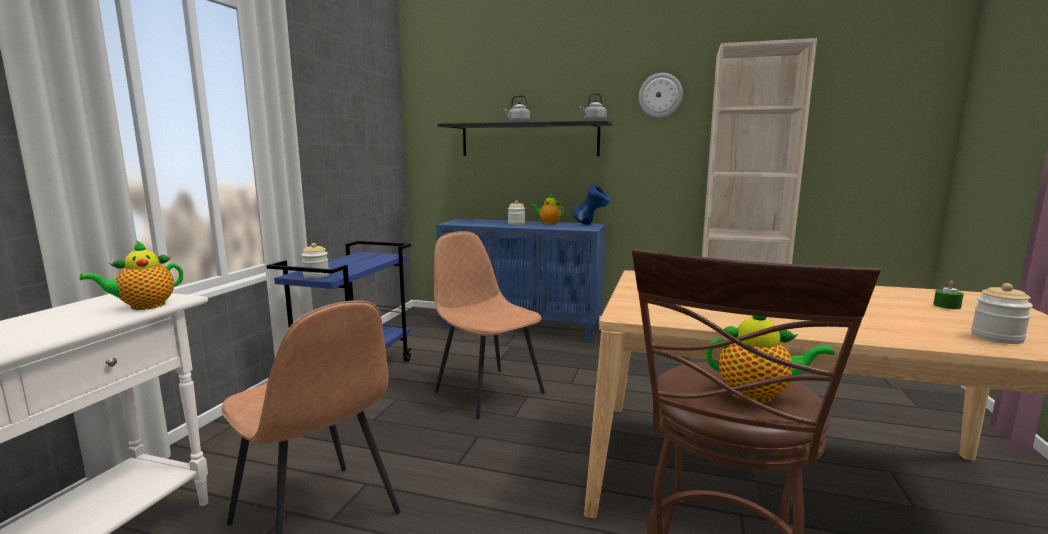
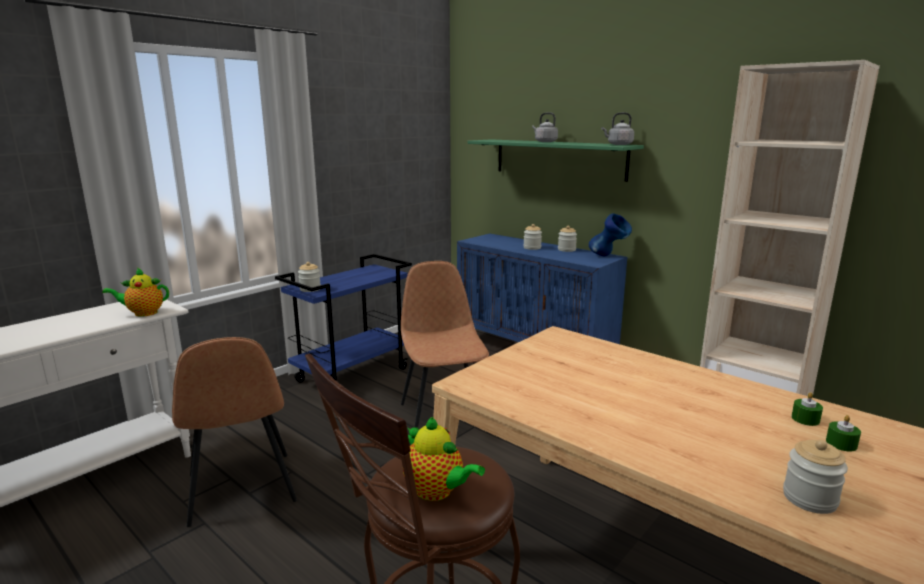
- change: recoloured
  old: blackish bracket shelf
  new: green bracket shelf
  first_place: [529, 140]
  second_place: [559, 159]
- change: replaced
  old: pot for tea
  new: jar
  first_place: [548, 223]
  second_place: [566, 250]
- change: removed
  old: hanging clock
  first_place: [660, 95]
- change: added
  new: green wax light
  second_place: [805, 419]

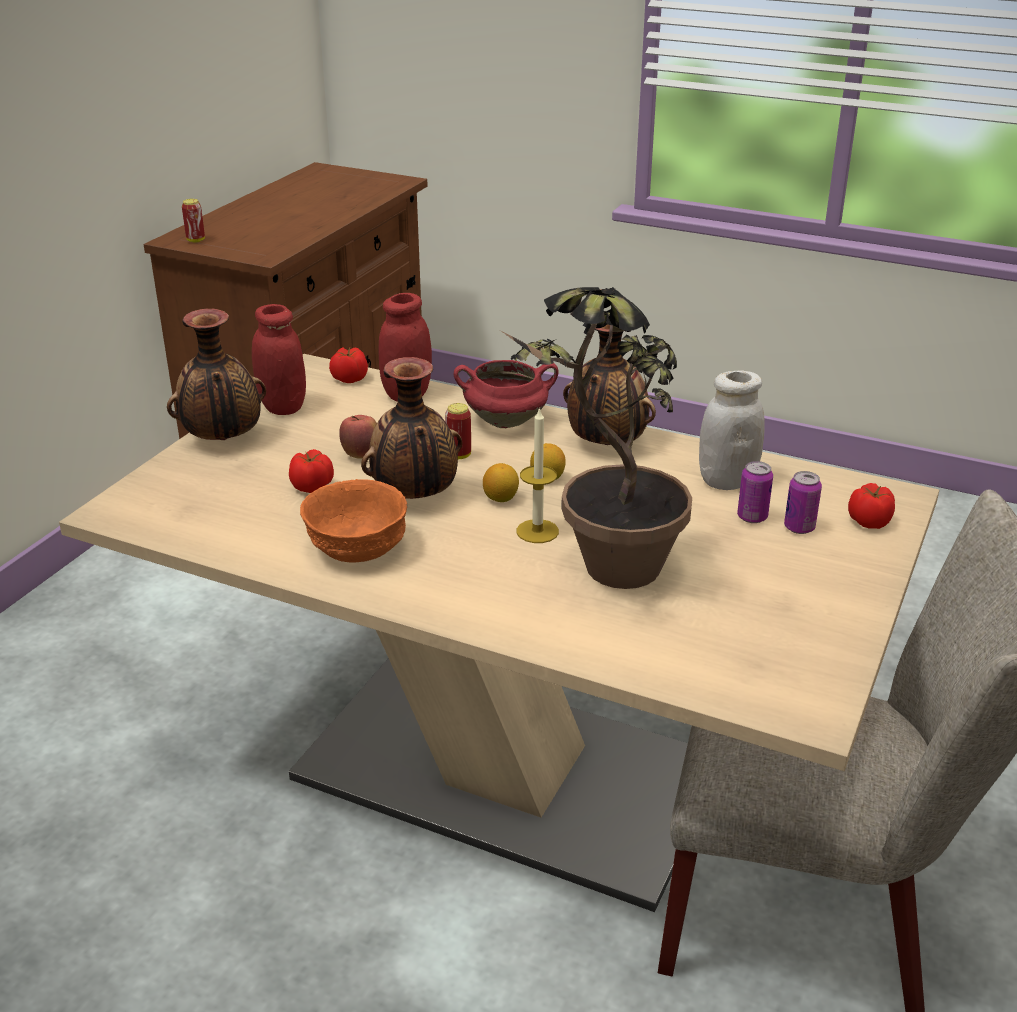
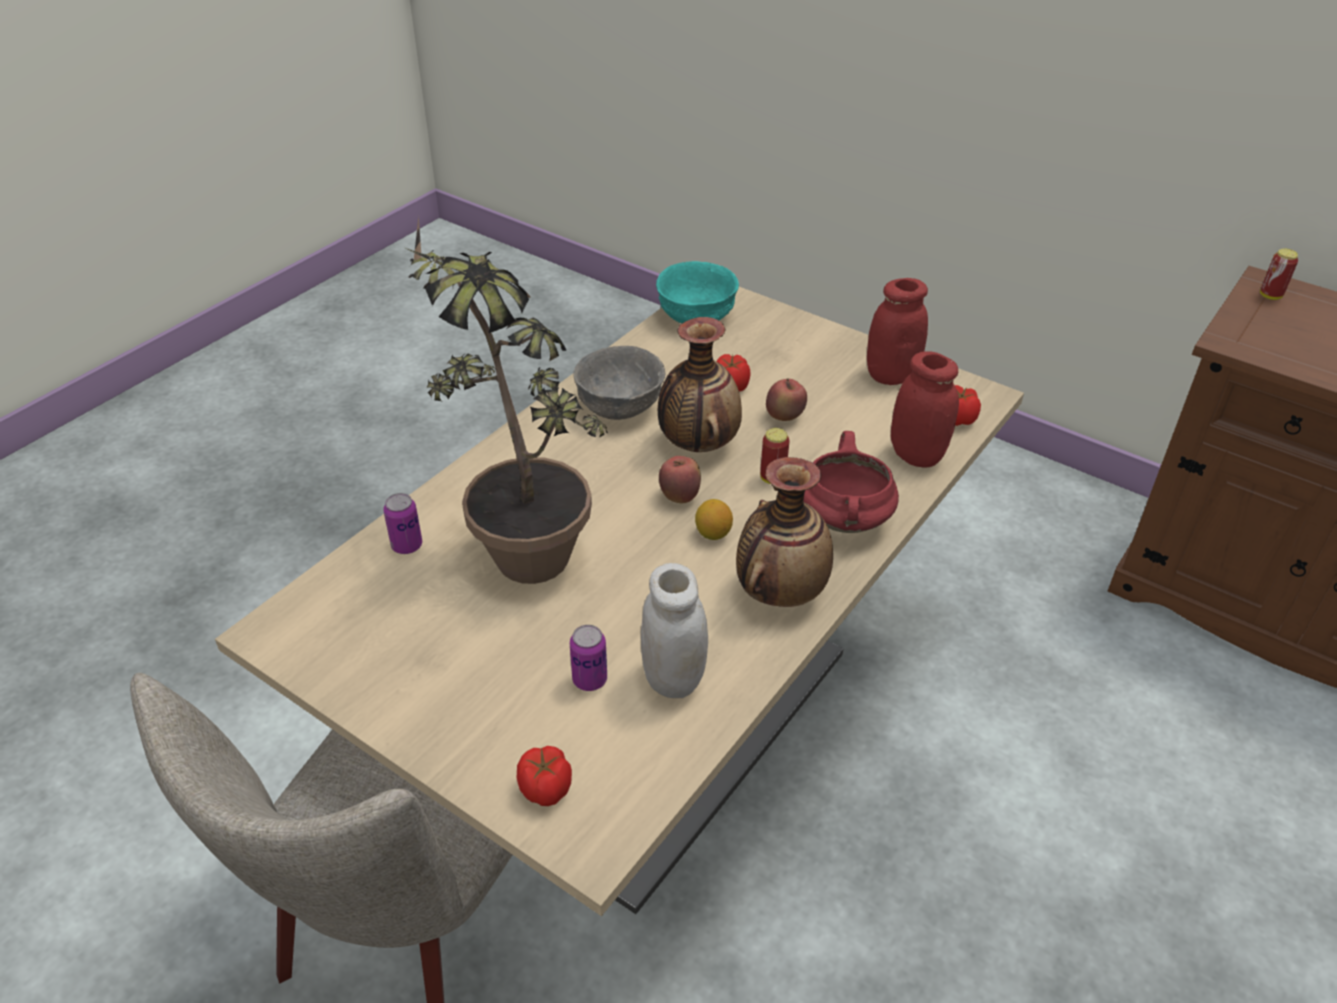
- change: removed
  old: flower vase
  first_place: [223, 439]
- change: recoloured
  old: orange-coloured deep dish
  new: gray deep dish
  first_place: [359, 548]
  second_place: [620, 407]
- change: replaced
  old: whole lemon
  new: whole apple
  first_place: [501, 498]
  second_place: [680, 496]
- change: removed
  old: wax light
  first_place: [537, 531]
- change: moved
  old: can
  first_place: [799, 527]
  second_place: [407, 545]
- change: added
  new: turquoise deep dish
  second_place: [697, 316]

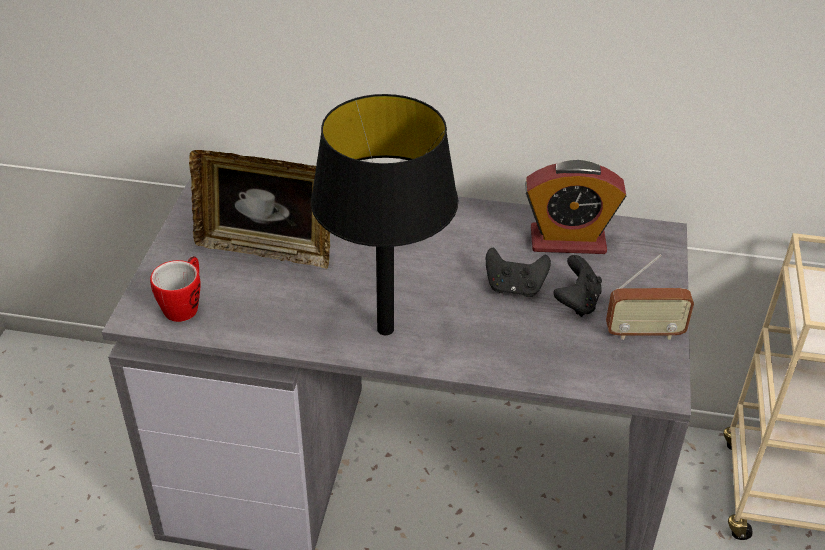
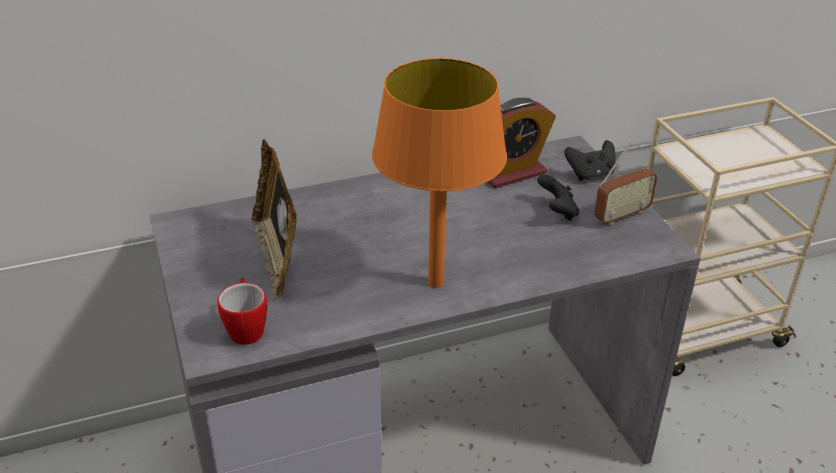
- change: turned
  old: standing frame
  first_place: [266, 248]
  second_place: [277, 258]
  degrees: 90
- change: recoloured
  old: blackish tabletop lamp
  new: orange-coloured tabletop lamp
  first_place: [385, 329]
  second_place: [435, 282]
- change: moved
  old: blackish game controller
  first_place: [514, 288]
  second_place: [590, 174]

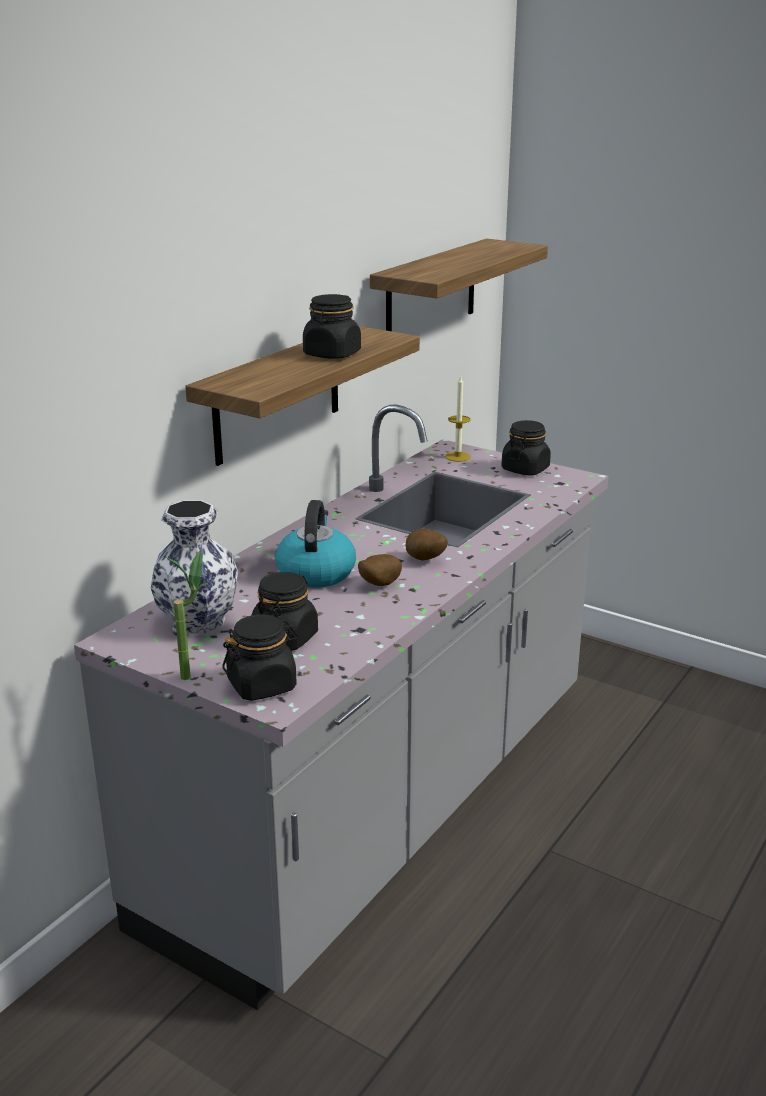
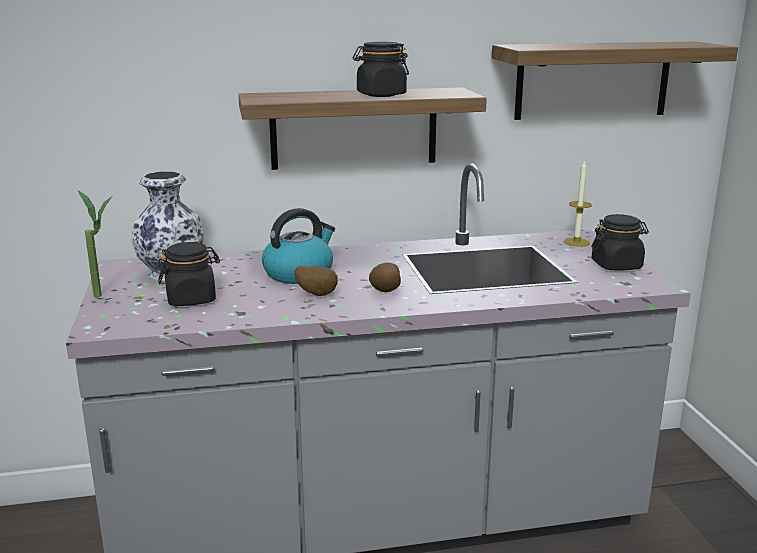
- change: removed
  old: blackish jar
  first_place: [262, 685]

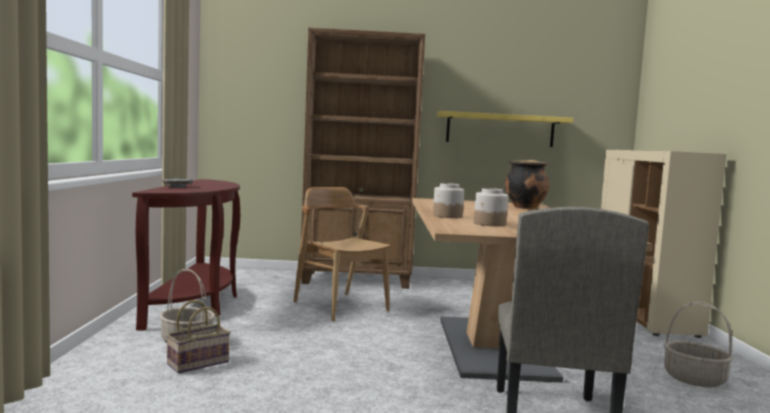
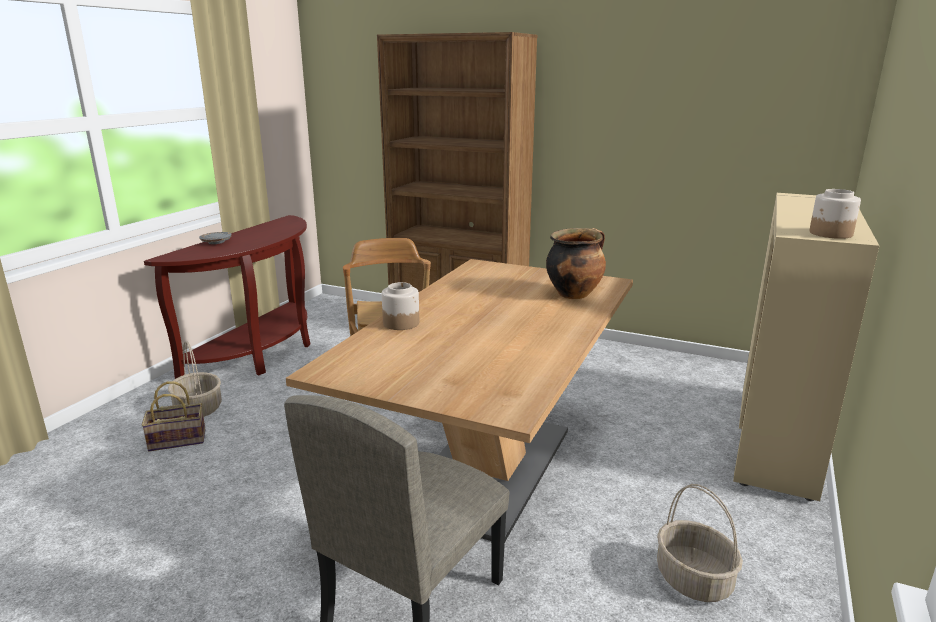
- change: removed
  old: yellow-coloured bracket shelf
  first_place: [500, 129]
- change: moved
  old: jar
  first_place: [489, 224]
  second_place: [830, 234]

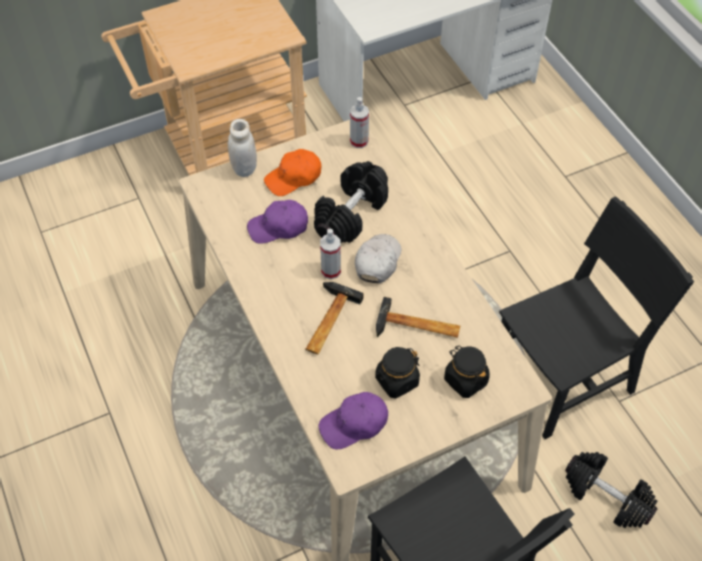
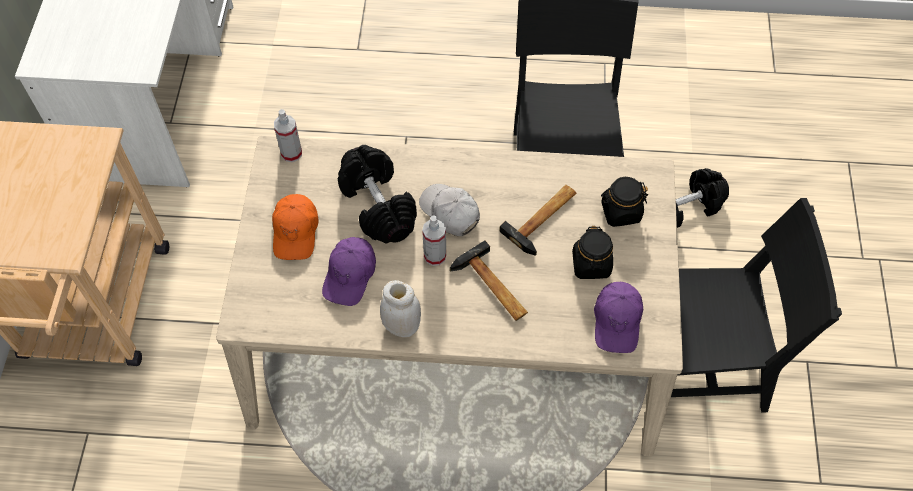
- change: moved
  old: whitish jar
  first_place: [244, 168]
  second_place: [401, 326]

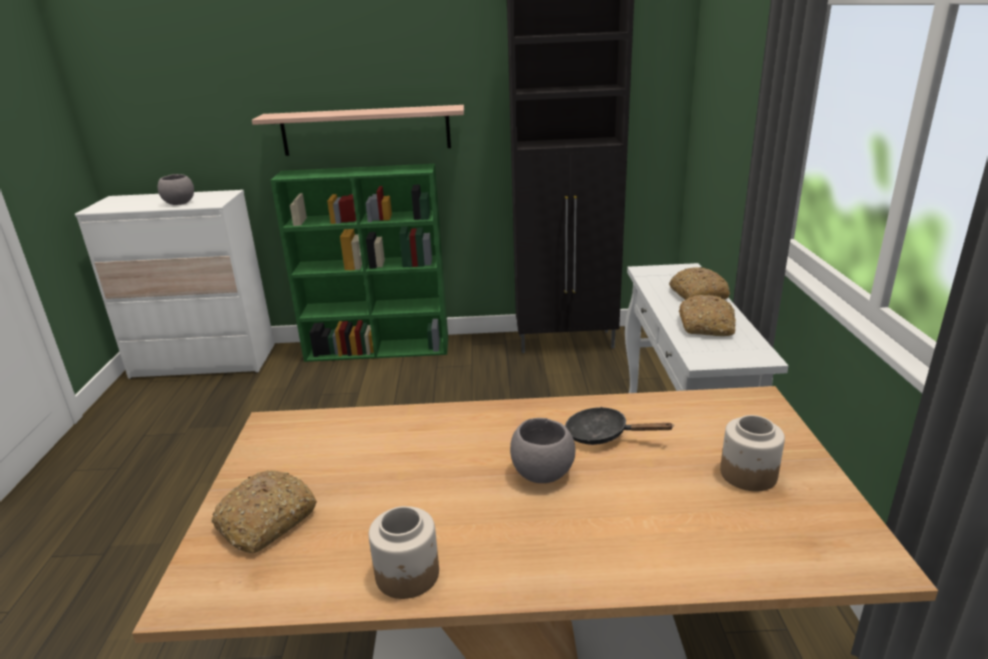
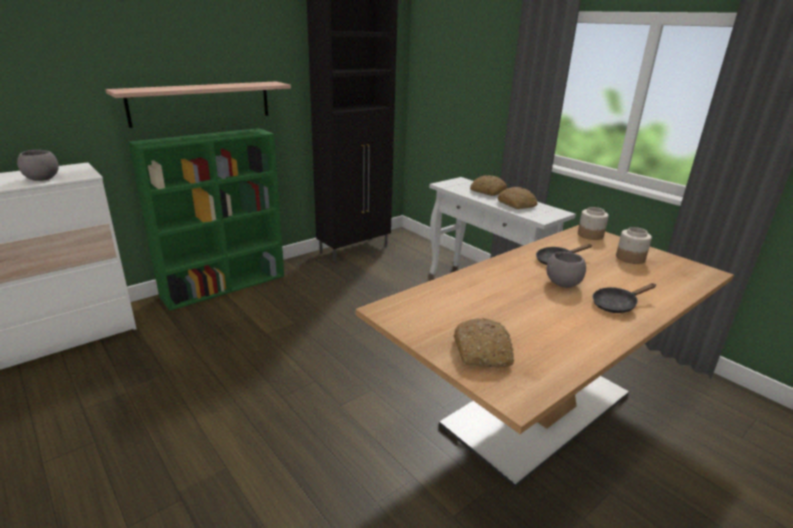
- change: moved
  old: jar
  first_place: [408, 575]
  second_place: [590, 235]
- change: added
  new: blackish frying pan
  second_place: [617, 305]

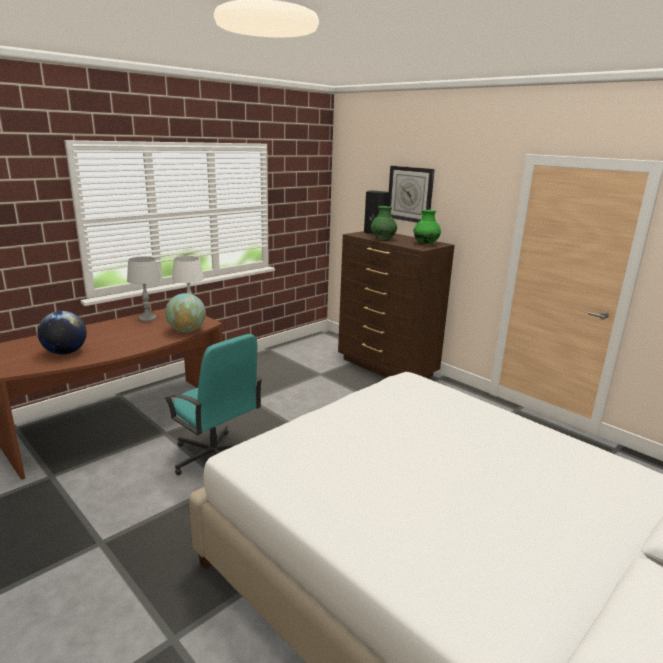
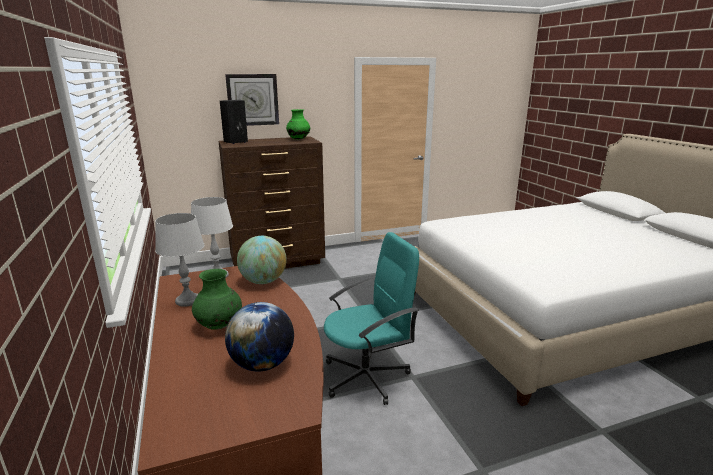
- change: moved
  old: green flower vase
  first_place: [383, 239]
  second_place: [219, 326]

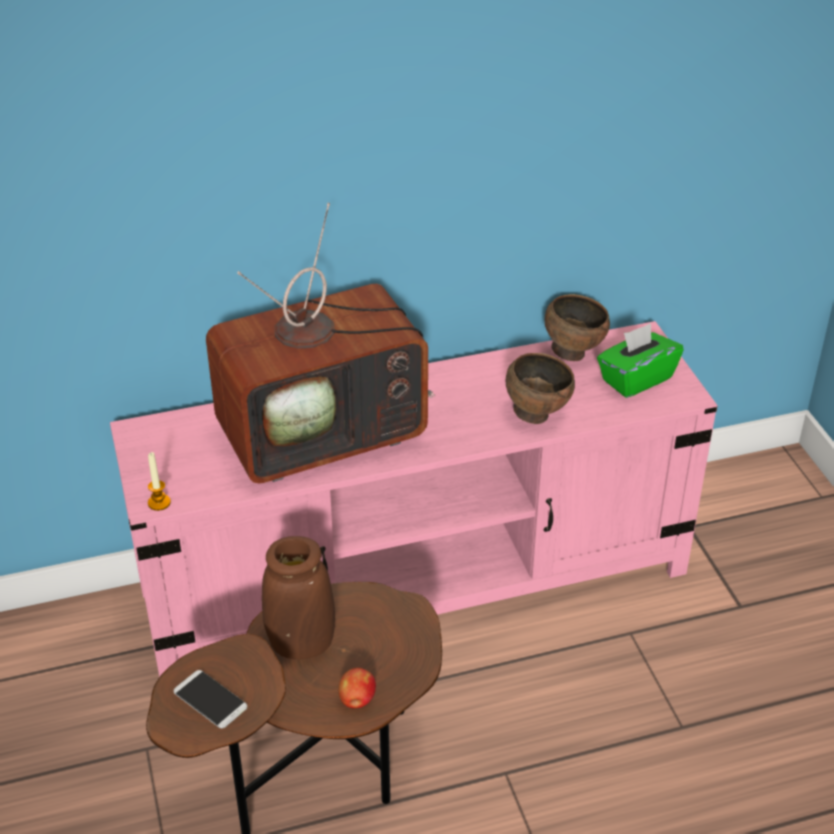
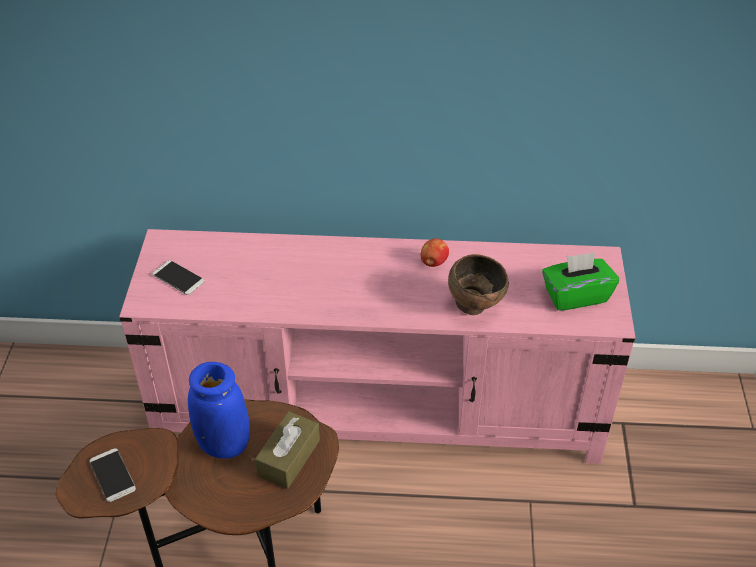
- change: removed
  old: wax light
  first_place: [159, 503]
- change: removed
  old: TV set
  first_place: [325, 431]
- change: recoloured
  old: brown-coloured flower vase
  new: blue-coloured flower vase
  first_place: [301, 644]
  second_place: [223, 444]
- change: moved
  old: whole apple
  first_place: [357, 700]
  second_place: [433, 262]
- change: removed
  old: brown-coloured deep dish
  first_place: [573, 352]
- change: added
  new: phone
  second_place: [178, 278]
- change: added
  new: brown-coloured tissue holder
  second_place: [289, 458]

